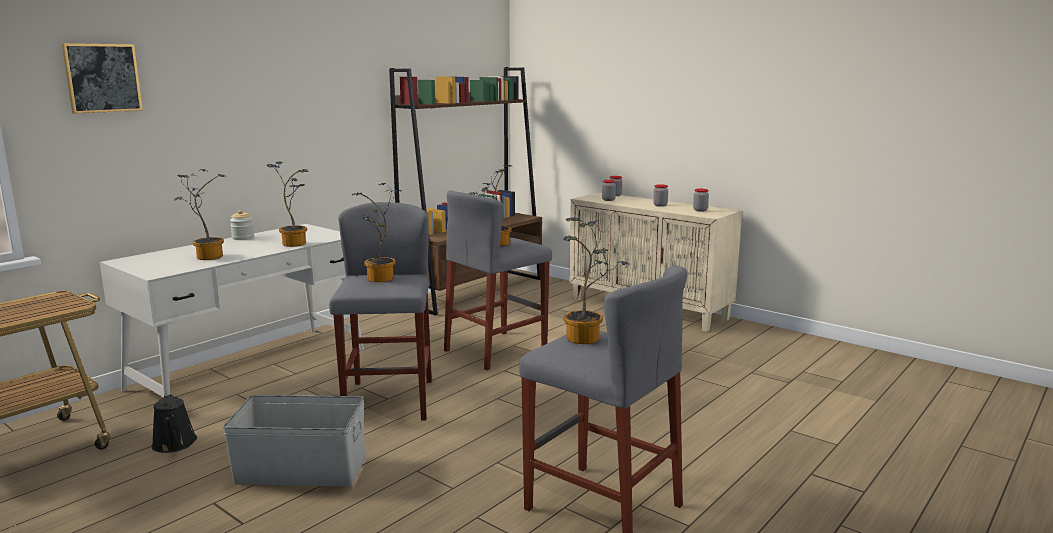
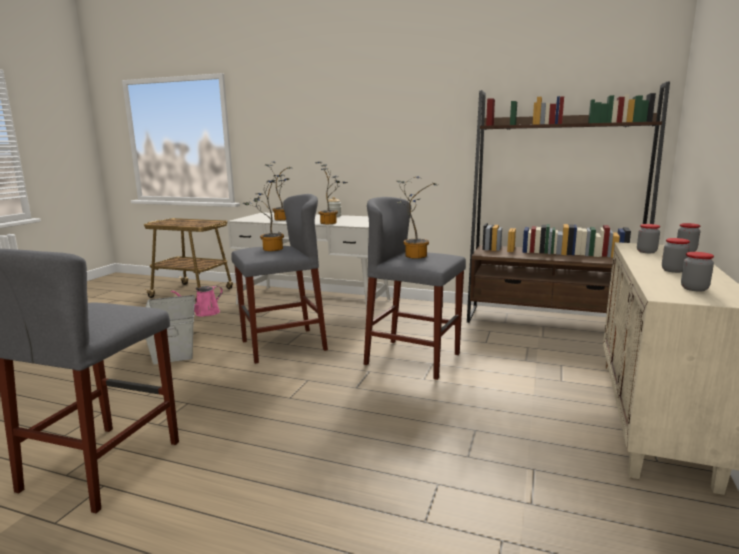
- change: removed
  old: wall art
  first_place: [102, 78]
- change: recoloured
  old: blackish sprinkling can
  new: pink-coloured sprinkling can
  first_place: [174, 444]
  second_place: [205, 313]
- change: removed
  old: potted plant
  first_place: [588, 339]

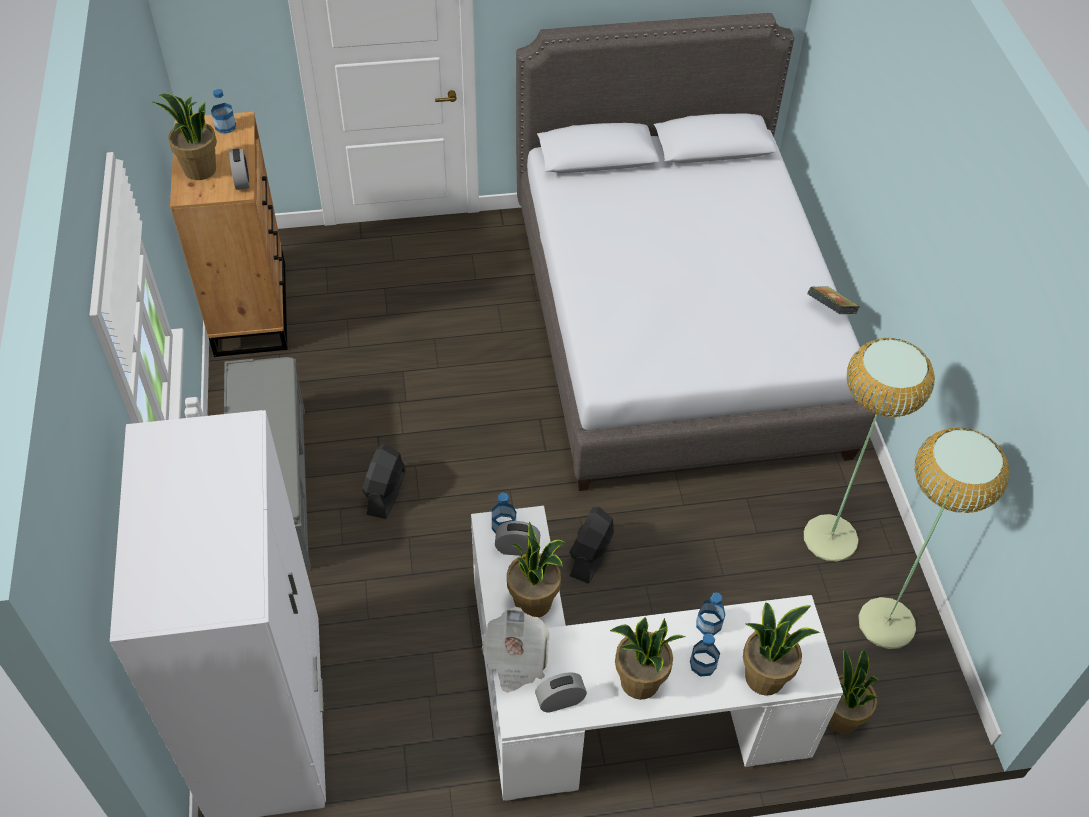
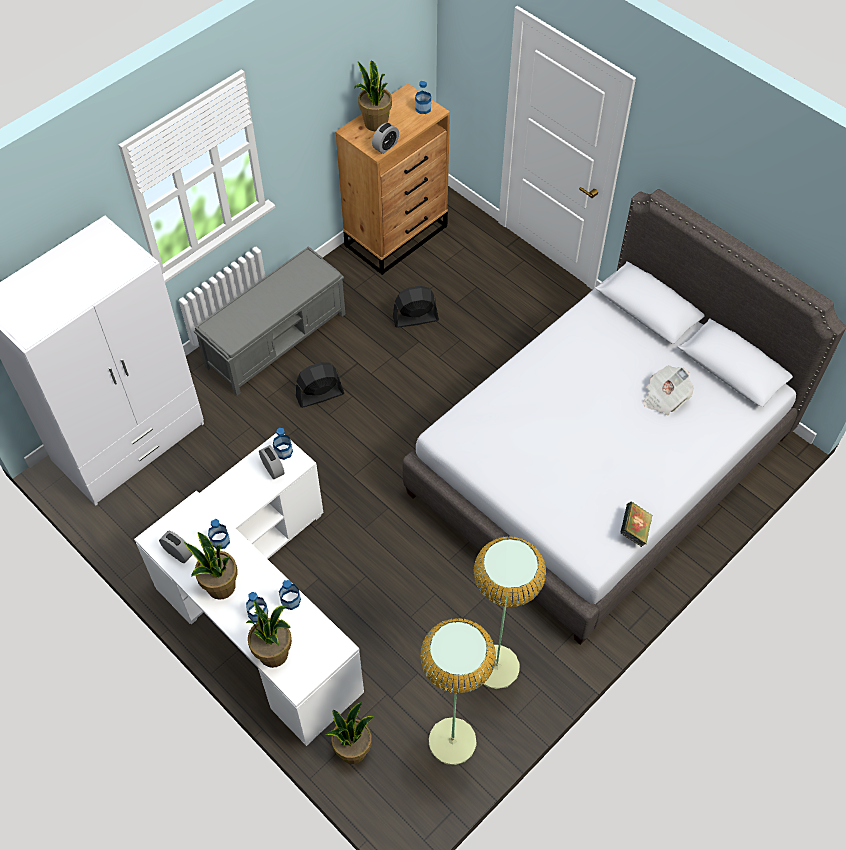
- change: moved
  old: printed paper
  first_place: [515, 659]
  second_place: [664, 397]
- change: removed
  old: potted plant
  first_place: [534, 602]
- change: moved
  old: blackish fan
  first_place: [591, 555]
  second_place: [415, 318]
- change: added
  new: beverage bottle
  second_place: [220, 541]

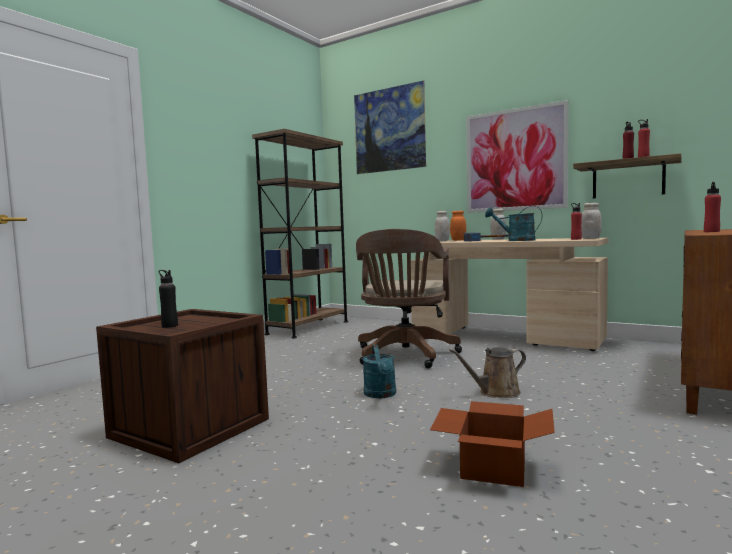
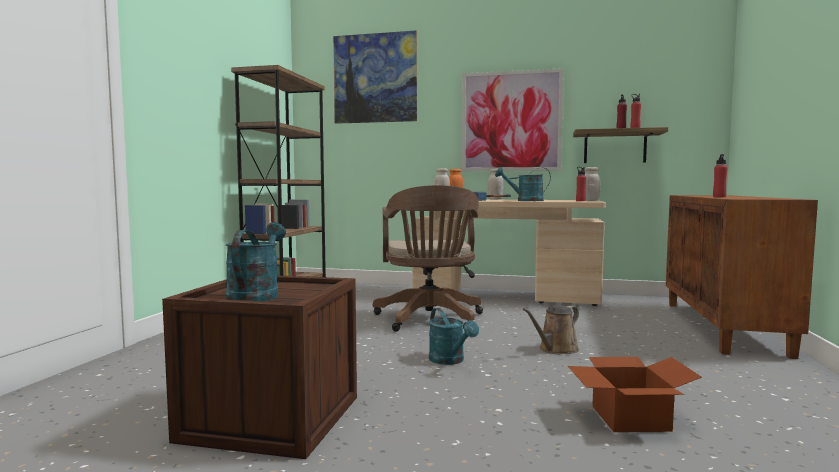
- change: replaced
  old: blackish beverage bottle
  new: turquoise sprinkling can
  first_place: [169, 326]
  second_place: [256, 295]

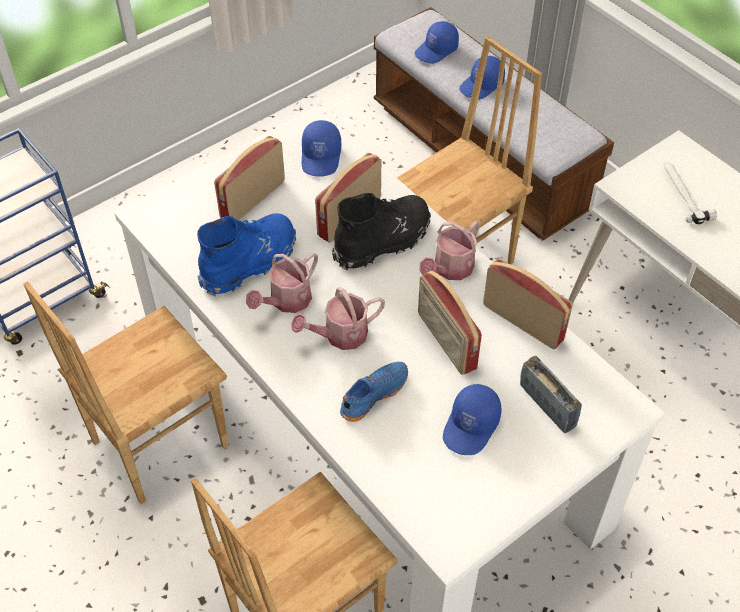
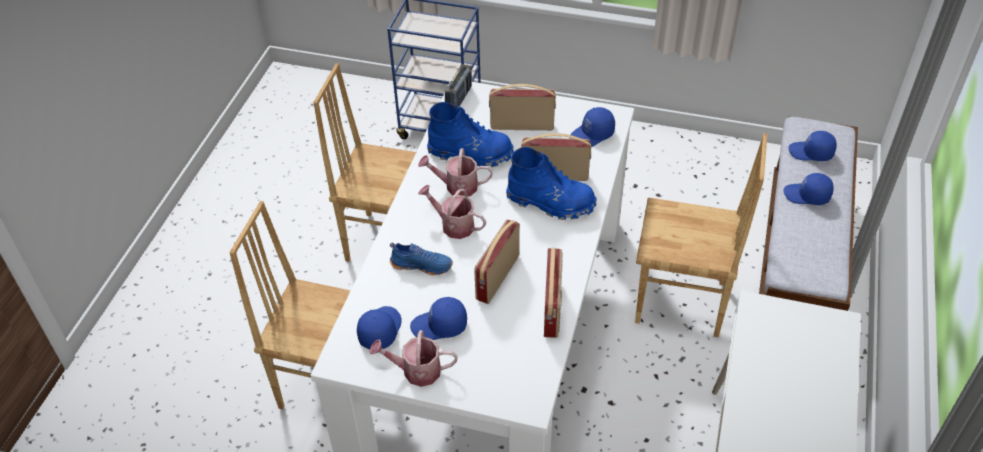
- change: recoloured
  old: blackish boot
  new: blue-coloured boot
  first_place: [383, 241]
  second_place: [551, 202]
- change: moved
  old: sprinkling can
  first_place: [450, 269]
  second_place: [416, 371]
- change: moved
  old: radio set
  first_place: [547, 406]
  second_place: [459, 99]
- change: removed
  old: hand hammer
  first_place: [684, 195]
- change: added
  new: blue-coloured peaked cap
  second_place: [379, 330]

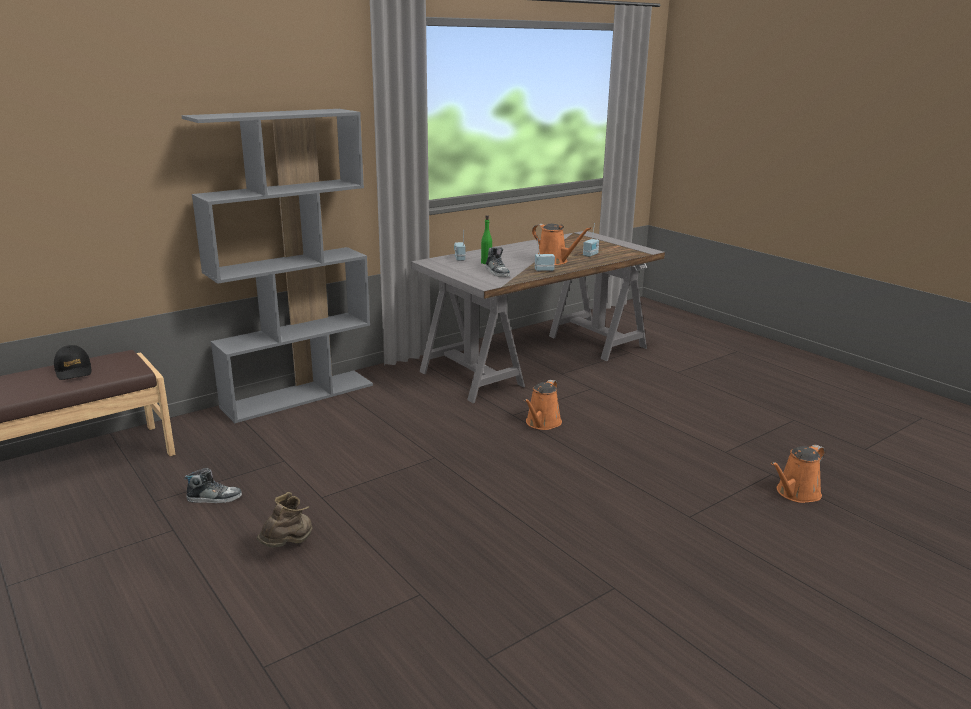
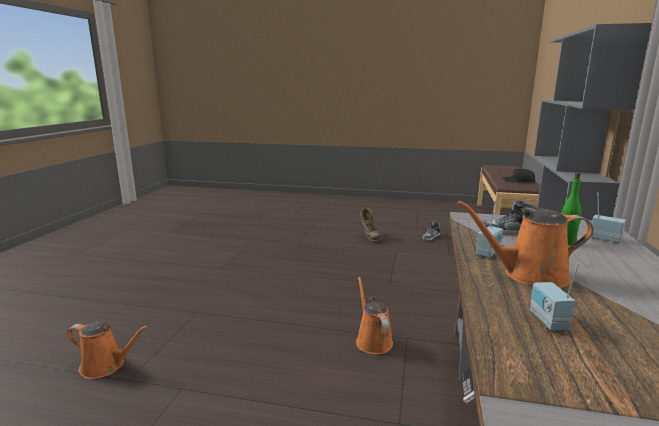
- change: turned
  old: orange-coloured sprinkling can
  first_place: [796, 493]
  second_place: [106, 366]
  degrees: 90

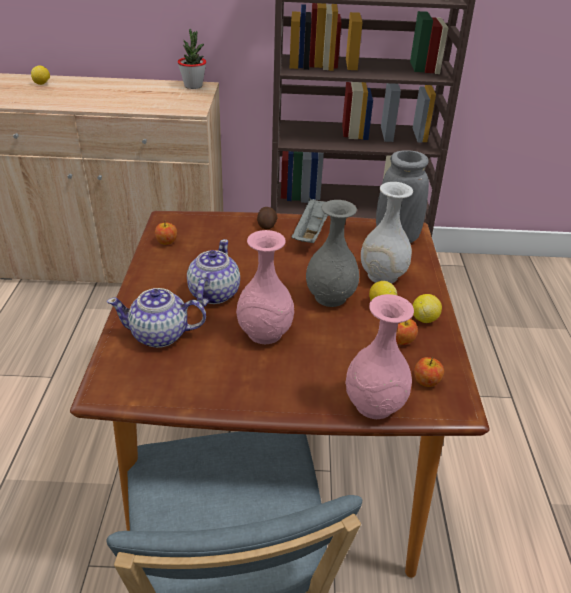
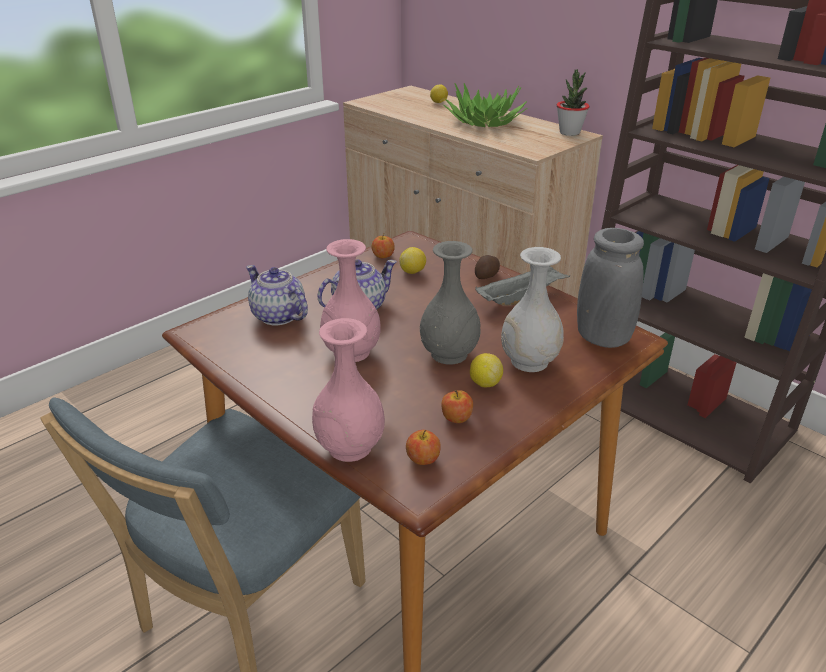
- change: moved
  old: whole lemon
  first_place: [424, 319]
  second_place: [413, 272]
- change: added
  new: potted plant
  second_place: [485, 122]

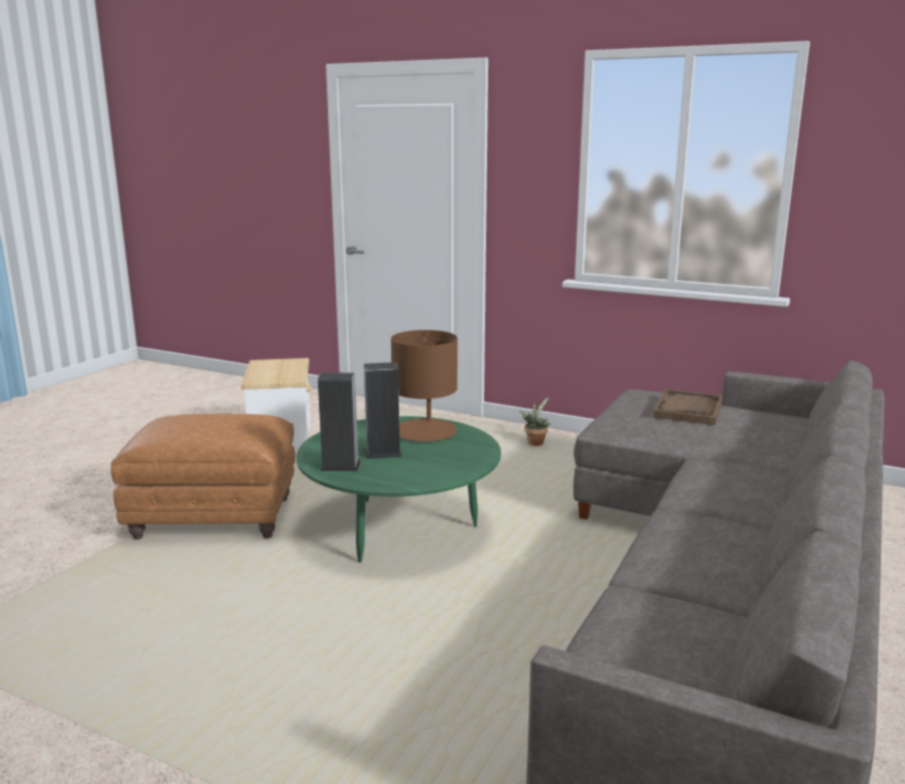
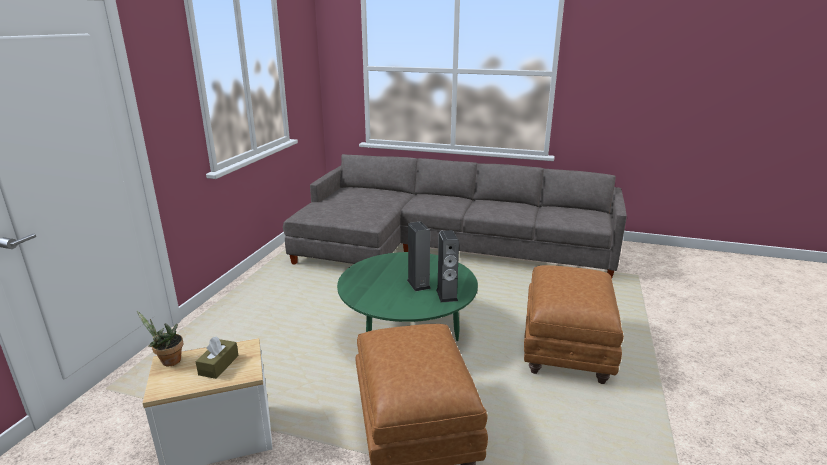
- change: removed
  old: brown-coloured tabletop lamp
  first_place: [425, 432]
- change: moved
  old: potted plant
  first_place: [535, 443]
  second_place: [168, 361]
- change: removed
  old: brown-coloured carrying tray
  first_place: [688, 409]
- change: added
  new: brown-coloured tissue holder
  second_place: [218, 365]
- change: added
  new: brown-coloured ottoman
  second_place: [565, 348]

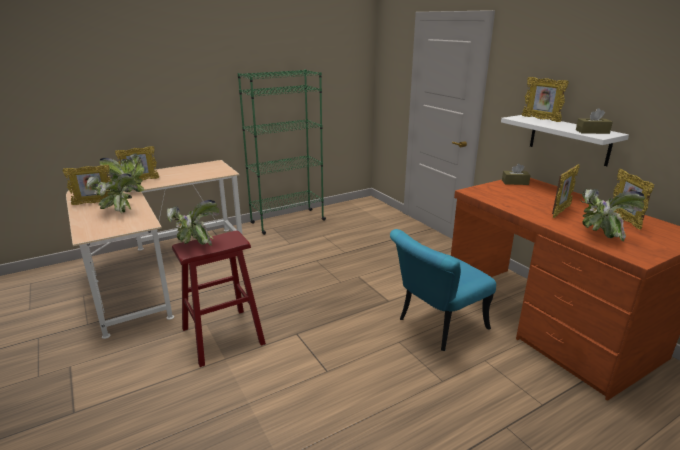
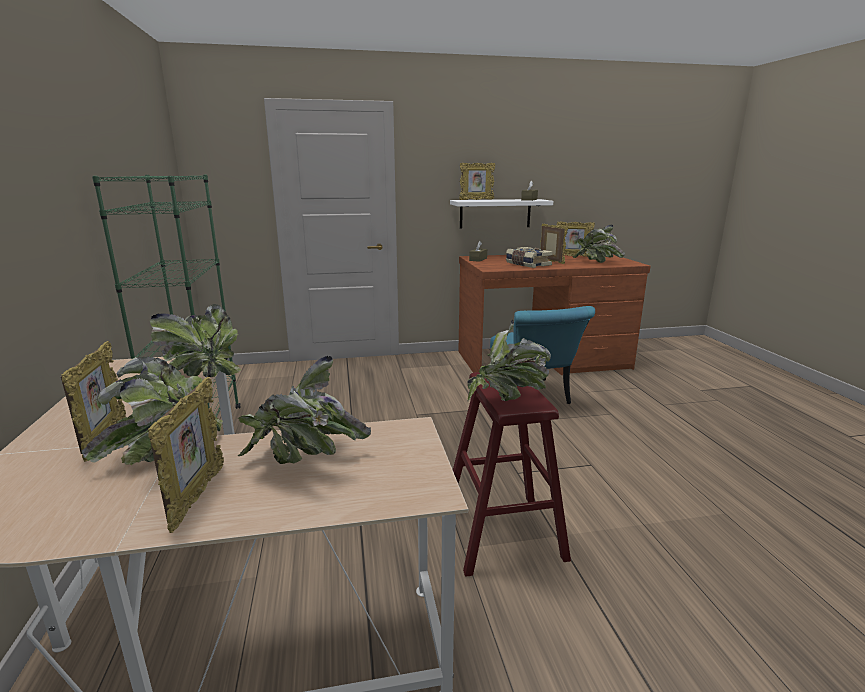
- change: added
  new: potted plant
  second_place: [204, 374]
- change: added
  new: bound book
  second_place: [527, 264]

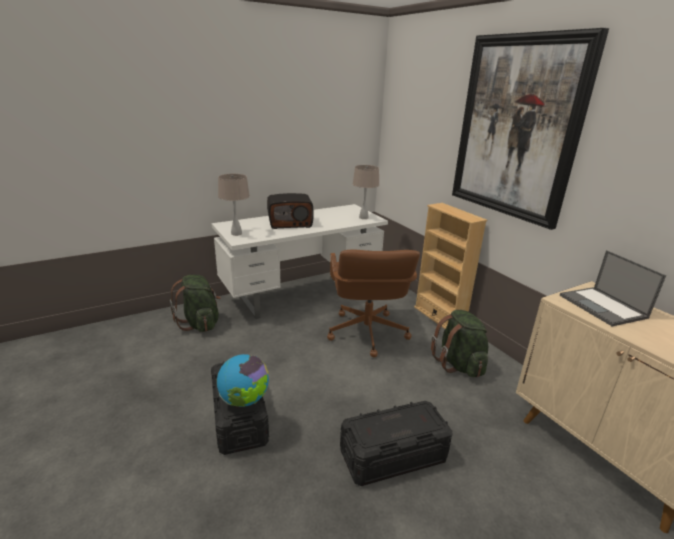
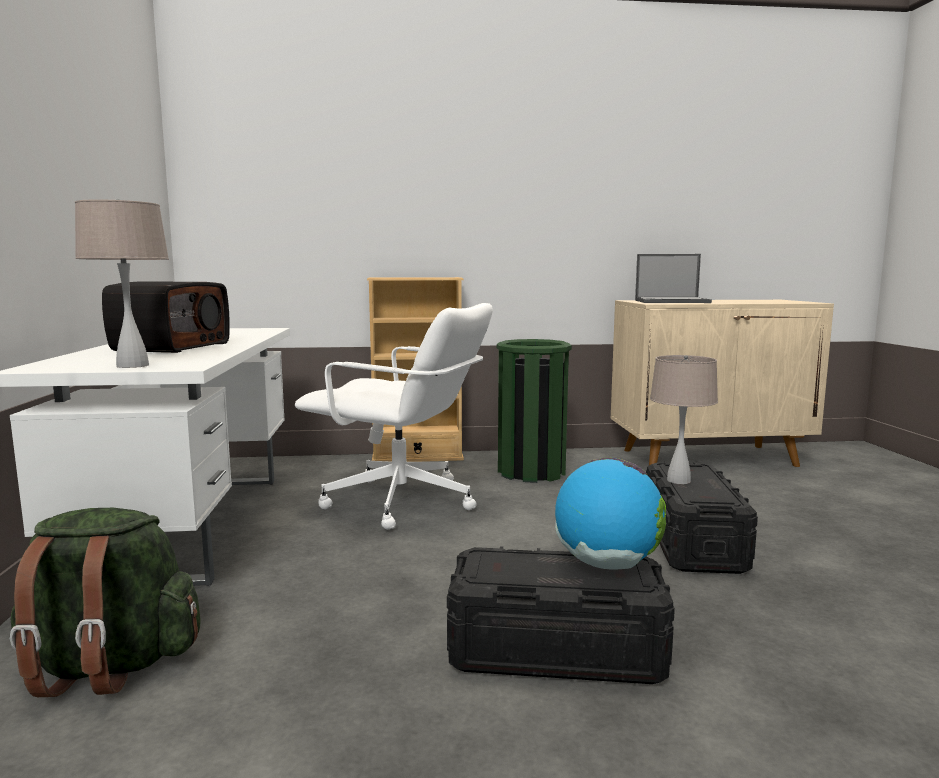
- change: recoloured
  old: brown-coloured desk chair
  new: whitish desk chair
  first_place: [366, 333]
  second_place: [401, 502]
- change: moved
  old: beige-coloured tabletop lamp
  first_place: [363, 217]
  second_place: [678, 480]
- change: replaced
  old: green rucksack
  new: green rubbish bin
  first_place: [458, 364]
  second_place: [531, 471]
- change: removed
  old: wall art
  first_place: [516, 128]

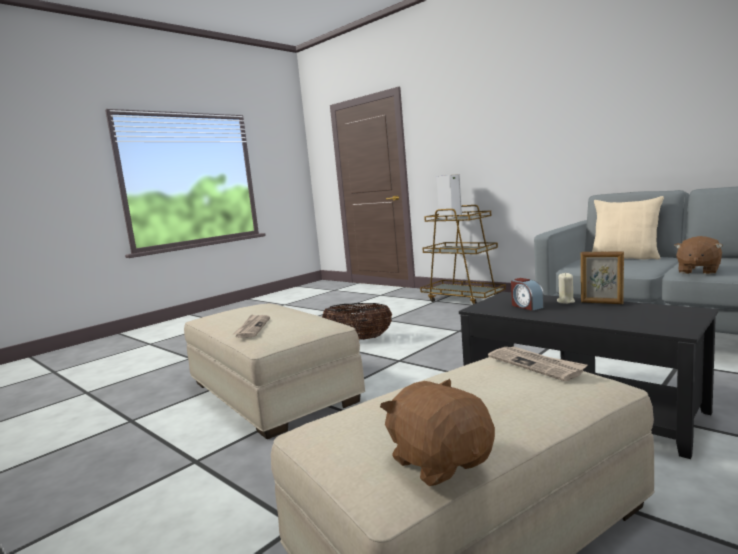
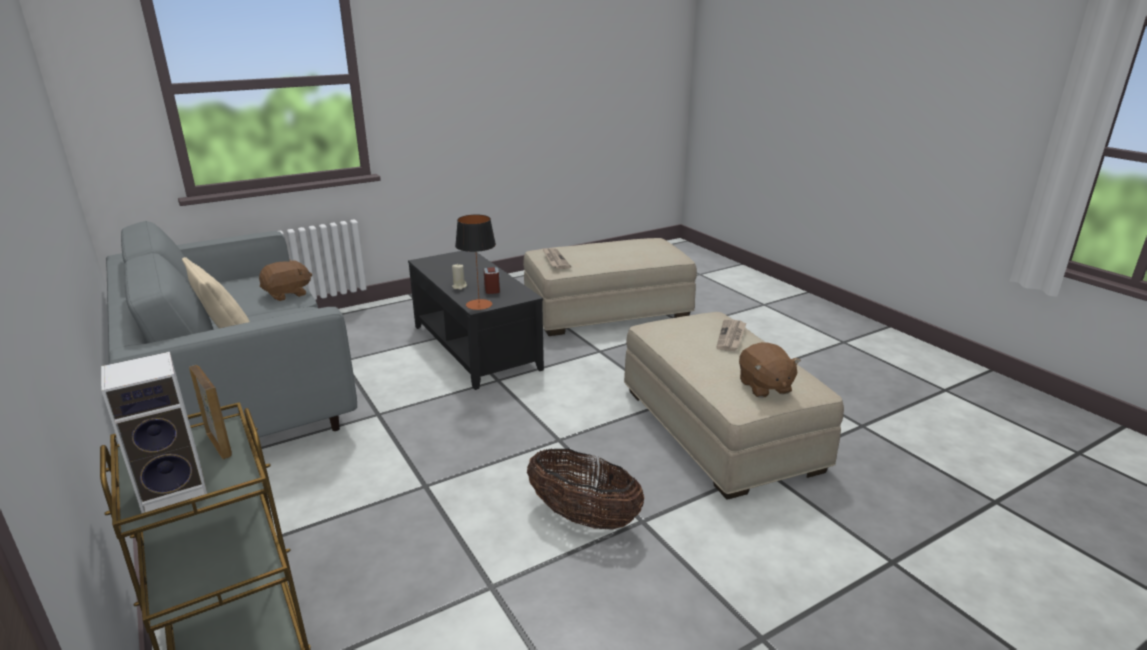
- change: moved
  old: brown-coloured cuddly toy
  first_place: [440, 462]
  second_place: [764, 387]
- change: moved
  old: standing frame
  first_place: [601, 303]
  second_place: [219, 444]
- change: added
  new: tabletop lamp
  second_place: [479, 304]

